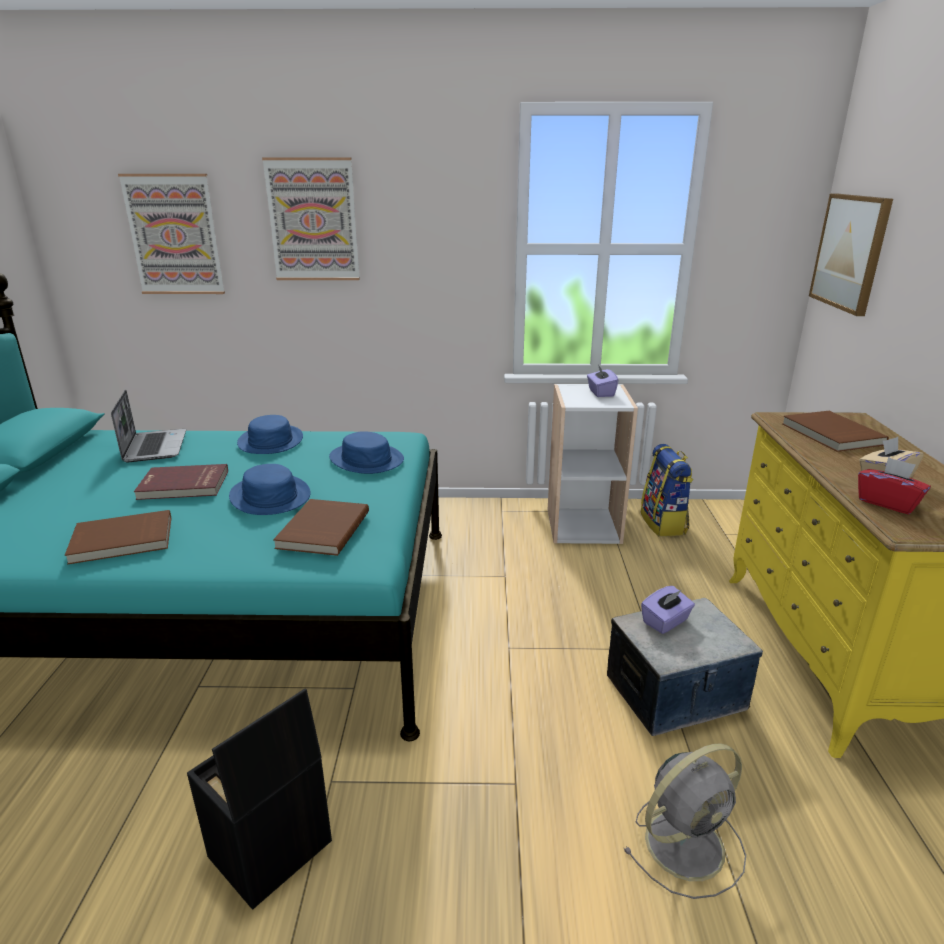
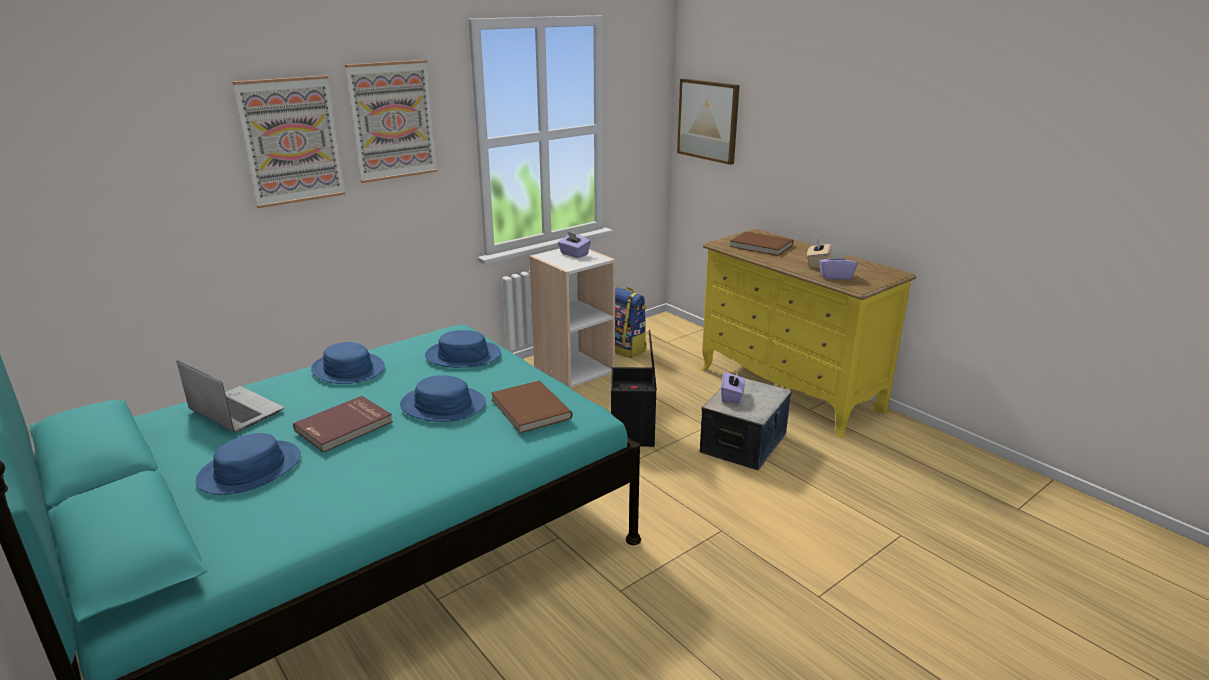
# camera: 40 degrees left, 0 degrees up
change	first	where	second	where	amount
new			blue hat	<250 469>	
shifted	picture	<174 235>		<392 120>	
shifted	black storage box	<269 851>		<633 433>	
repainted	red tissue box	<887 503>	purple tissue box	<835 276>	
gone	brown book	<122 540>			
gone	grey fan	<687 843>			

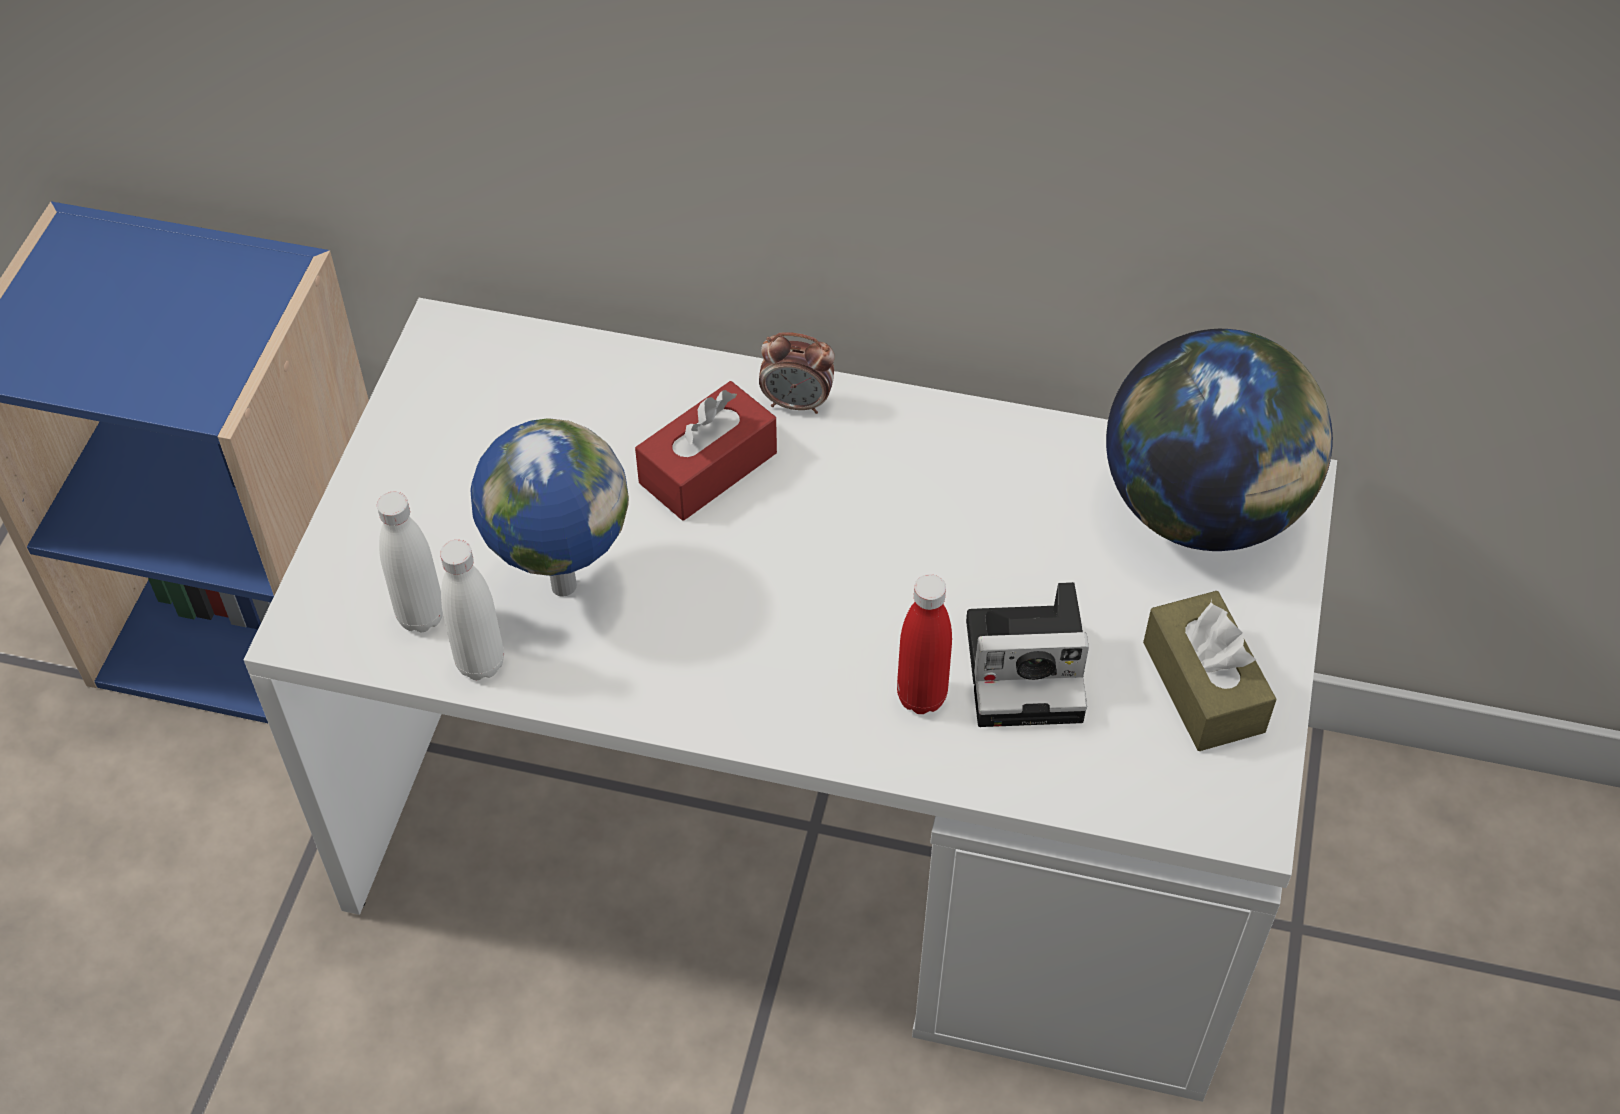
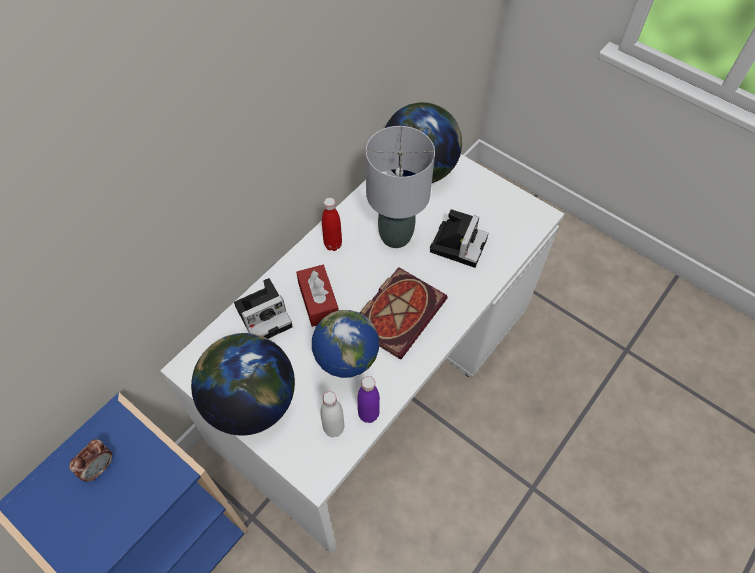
# camera: 65 degrees left, 5 degrees up
change	first	where	second	where	amount
shifted	alarm clock	<797 403>		<99 467>	
new			globe	<251 402>	
new			photo camera	<265 314>	
shifted	red bottle	<921 696>		<333 244>	
repainted	white bottle	<480 663>	purple bottle	<368 414>	
new			book	<399 311>	
new			grey table lamp	<396 237>	
gone	brown tissue box	<1203 687>			

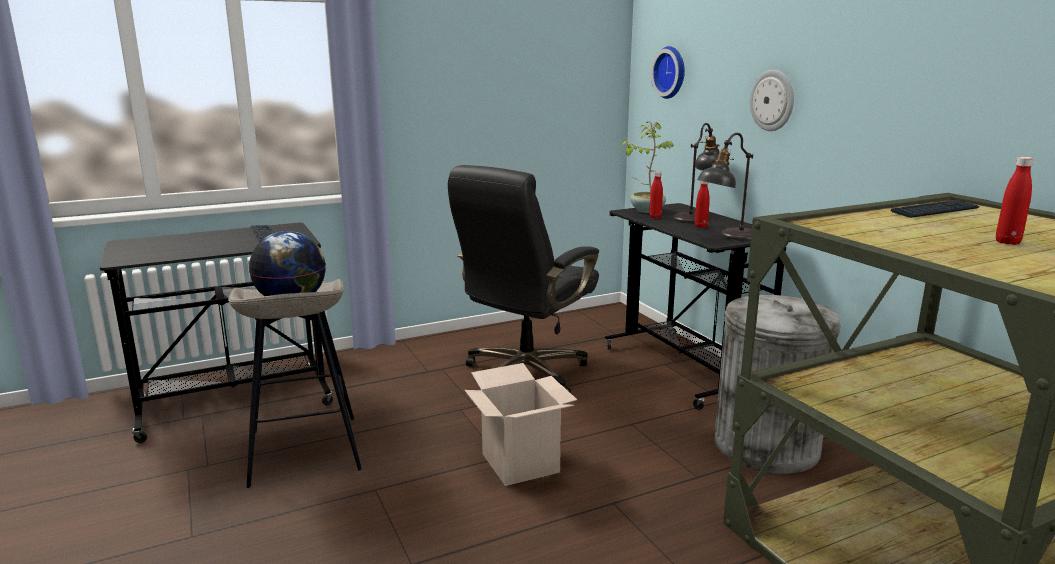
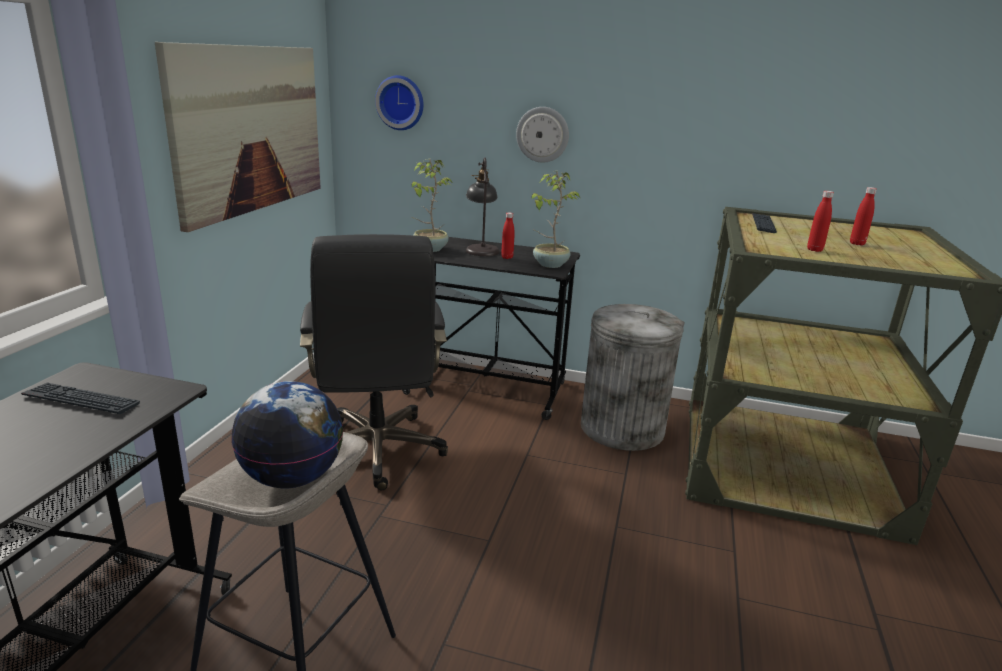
# camera: 50 degrees left, 5 degrees up
change	first	where	second	where	amount
new			picture	<250 129>	
swapped	grey table lamp	<728 238>	potted plant	<549 264>	
shifted	red bottle	<655 217>		<814 250>	
gone	cardboard box	<520 463>			

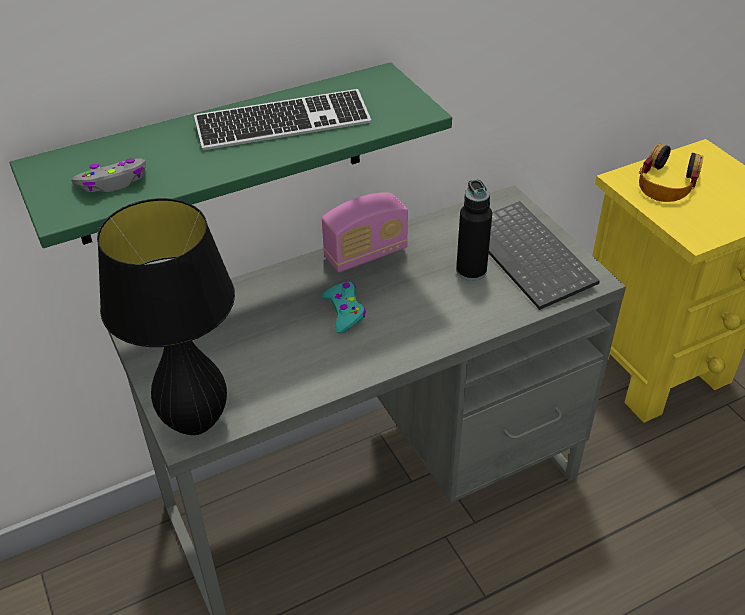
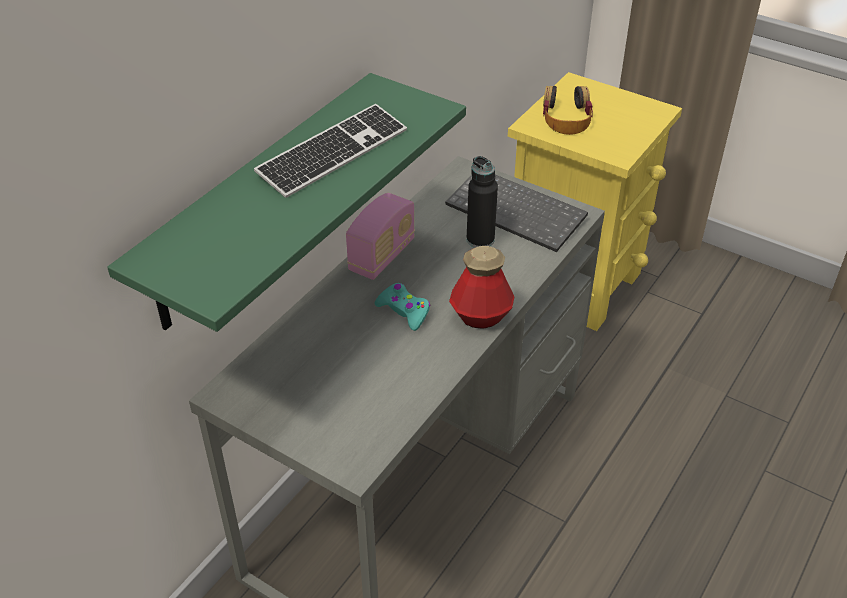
# camera: 30 degrees left, 0 degrees up
change	first	where	second	where	amount
new			bottle	<480 316>	
gone	grey game controller	<113 182>			
gone	black table lamp	<196 422>			

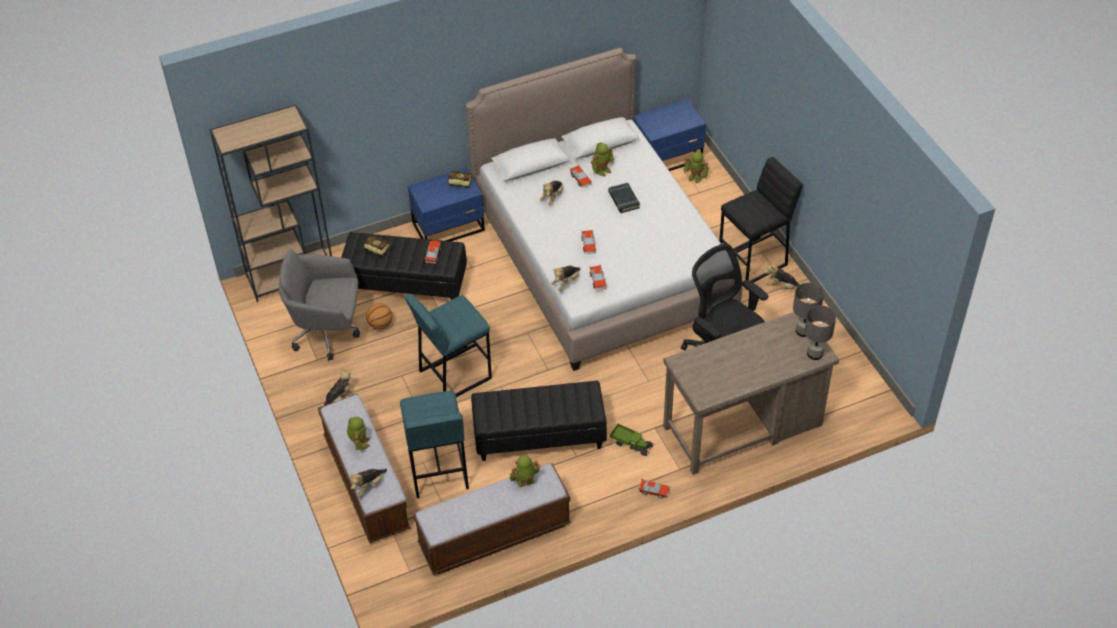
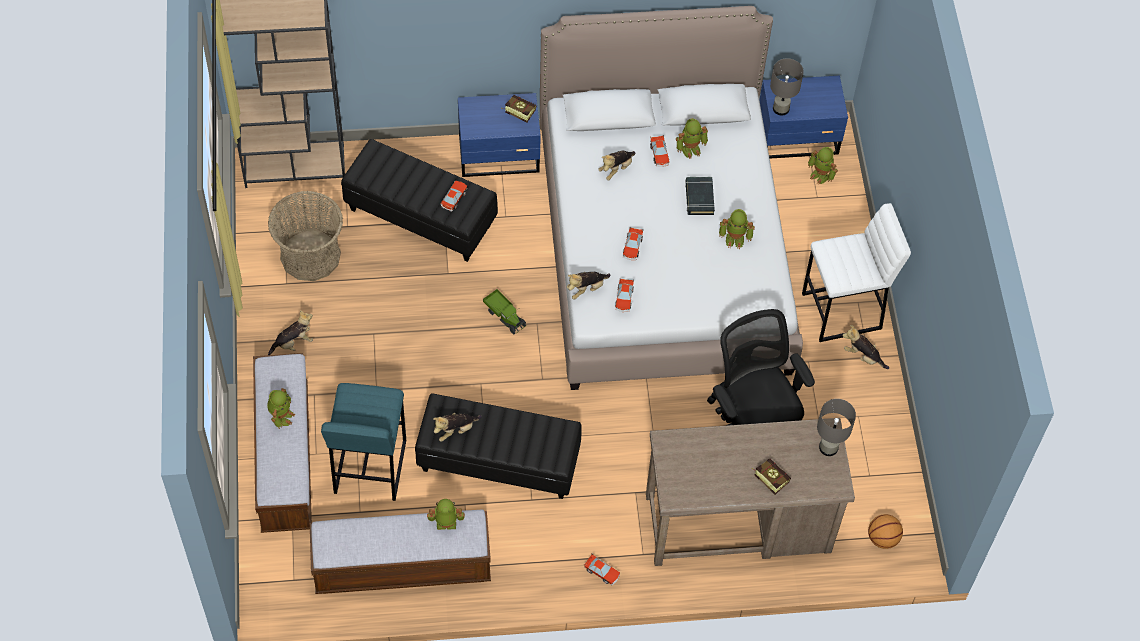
# camera: 15 degrees right, 10 degrees up
change	first	where	second	where	amount
swapped	grey office chair	<328 335>	basket	<310 255>	
shifted	plush toy	<368 486>		<455 430>	
shifted	toy truck	<631 444>		<505 315>	
new			toy robot	<735 238>	
shifted	book	<375 249>		<768 477>	
shifted	grey table lamp	<815 354>		<781 109>	
repainted	black stool	<754 260>	white stool	<843 310>	
shifted	basketball	<380 324>		<882 538>	
gone	turquoise stool	<453 375>			

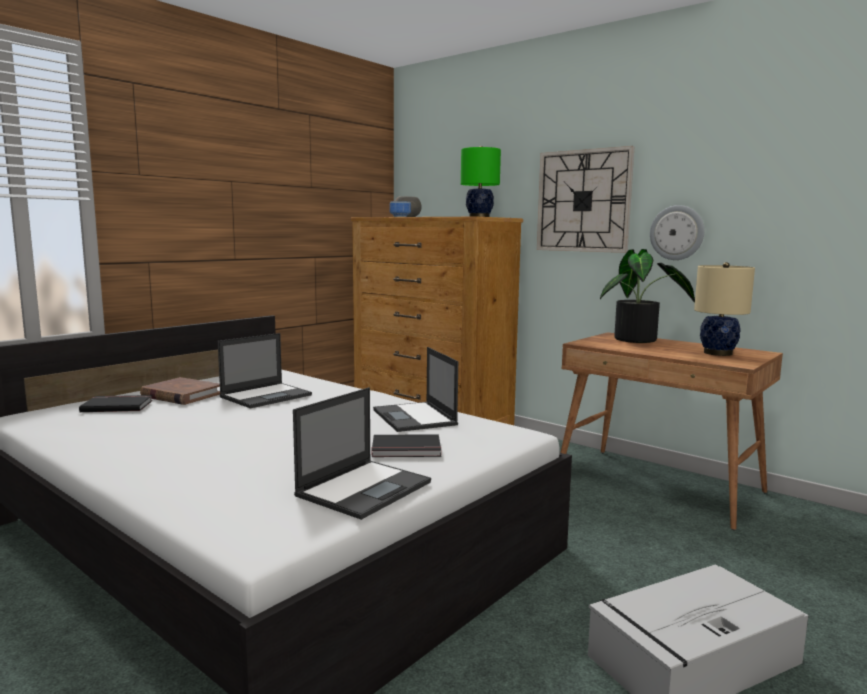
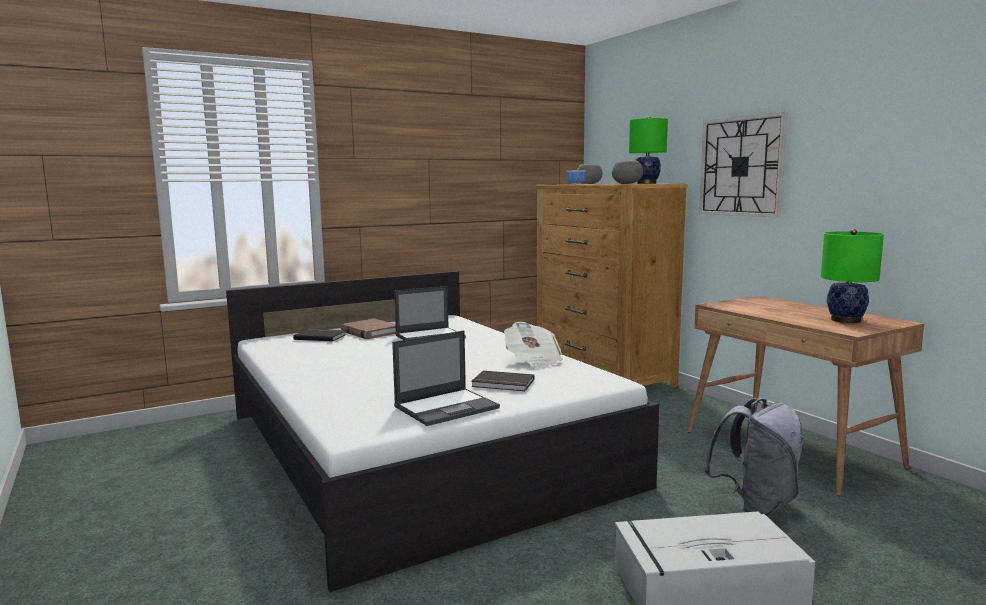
# camera: 20 degrees right, 0 degrees up
change	first	where	second	where	amount
swapped	laptop	<415 417>	newspaper	<533 361>	
new			grey bowl	<626 183>	
new			grey backpack	<755 505>	
repainted	beige table lamp	<717 353>	green table lamp	<845 320>	
gone	potted plant	<640 340>			
gone	wall clock	<677 232>			

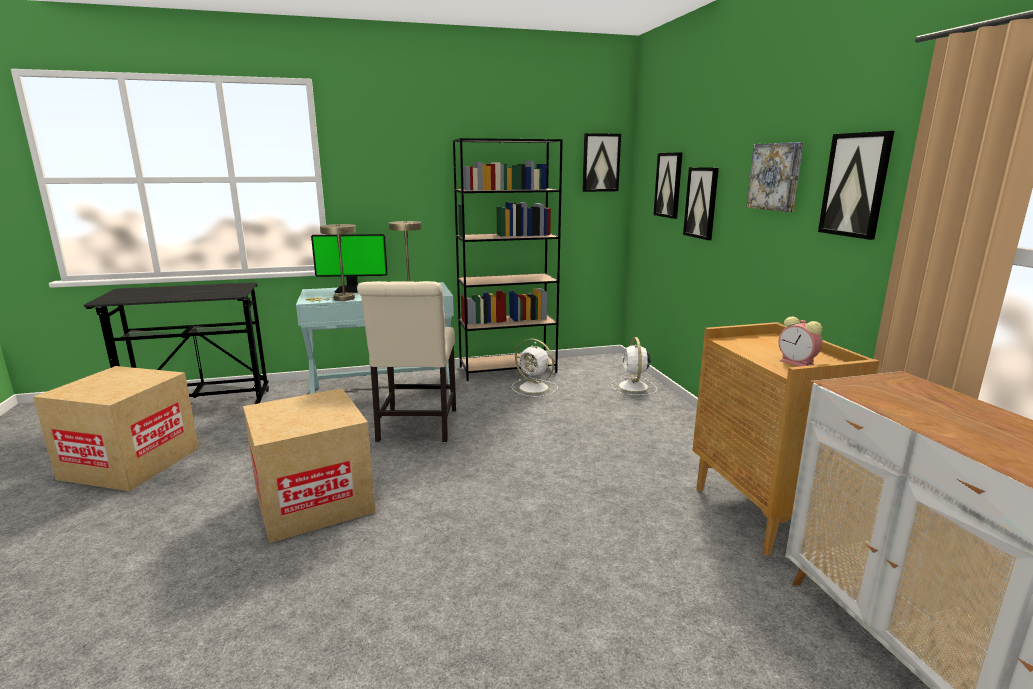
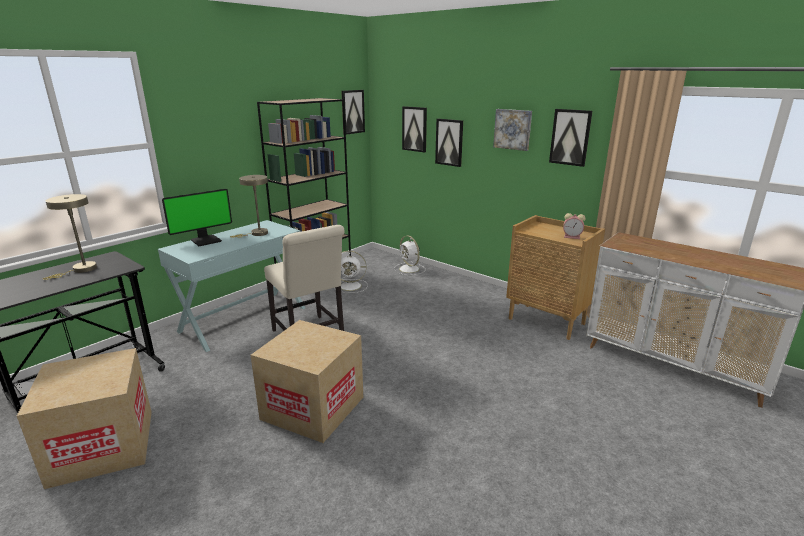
# camera: 35 degrees left, 5 degrees up
change	first	where	second	where	amount
shifted	beige table lamp	<340 299>		<81 270>	

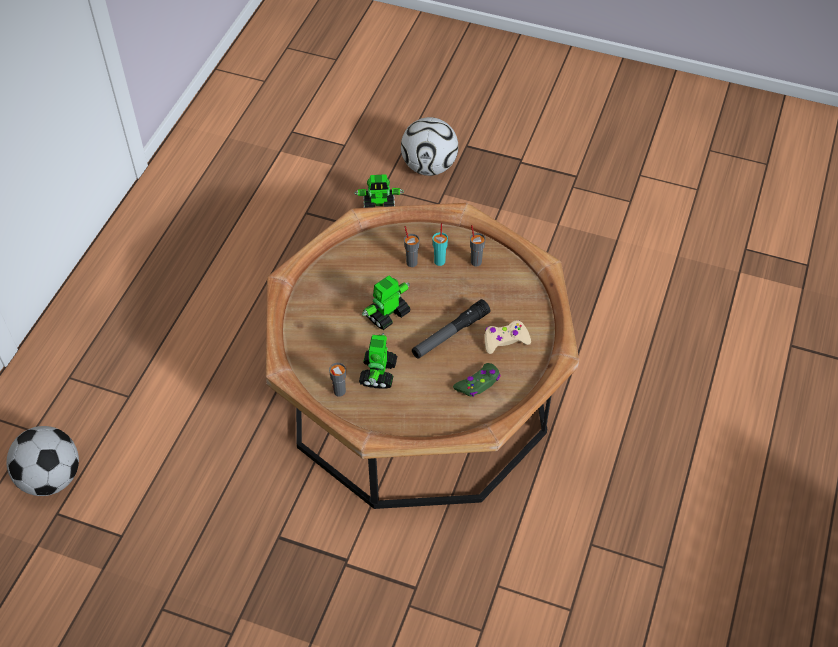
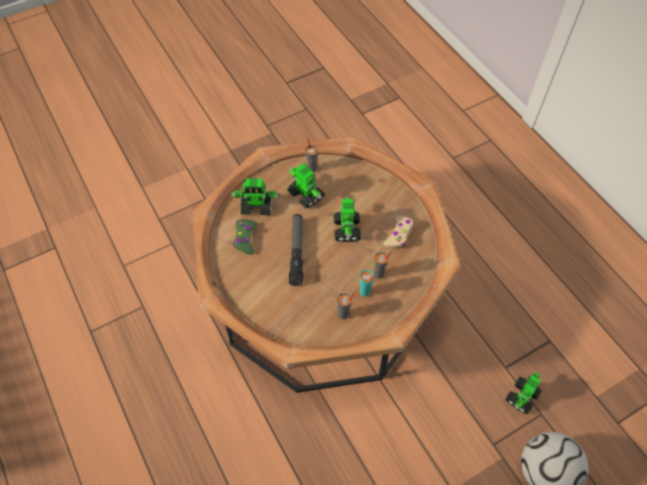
# camera: 130 degrees right, 5 degrees up
change	first	where	second	where	amount
new			toy robot	<257 206>	
shifted	beige game controller	<505 340>		<399 235>	
gone	football	<51 479>			

